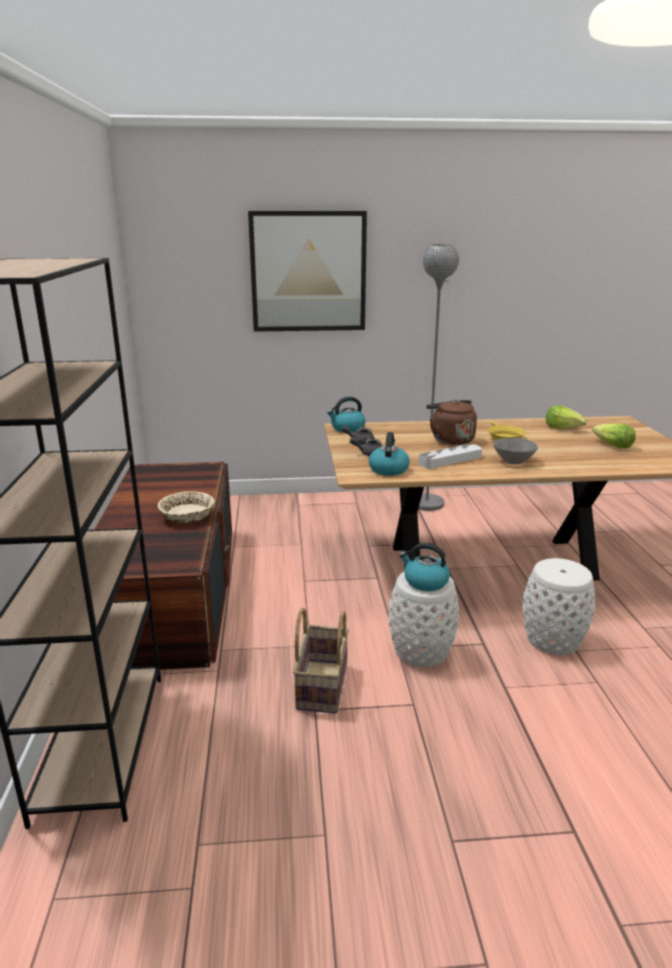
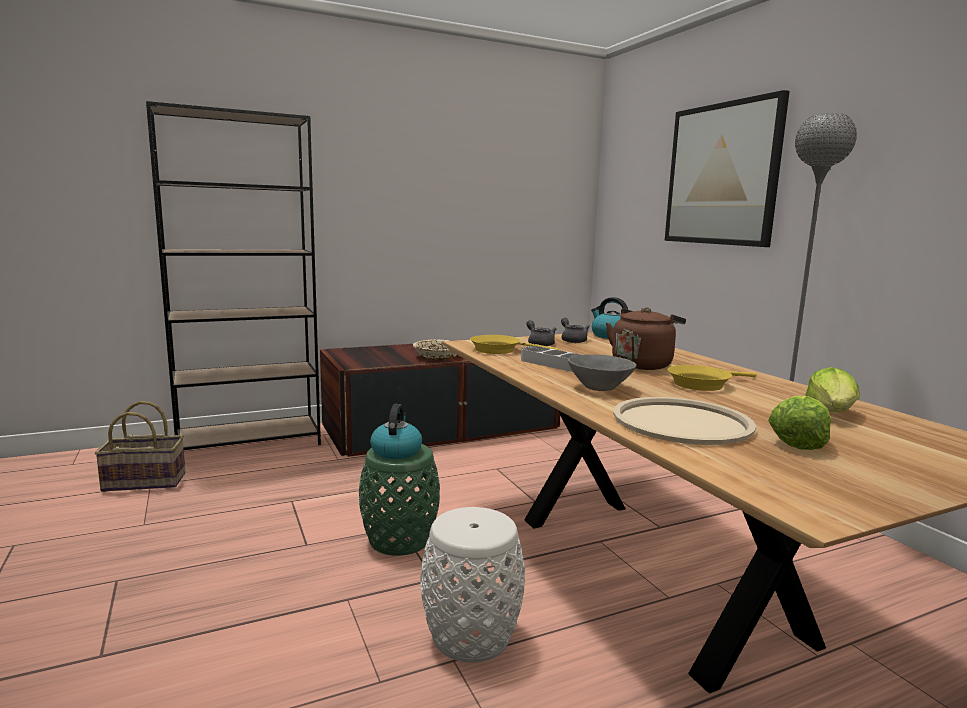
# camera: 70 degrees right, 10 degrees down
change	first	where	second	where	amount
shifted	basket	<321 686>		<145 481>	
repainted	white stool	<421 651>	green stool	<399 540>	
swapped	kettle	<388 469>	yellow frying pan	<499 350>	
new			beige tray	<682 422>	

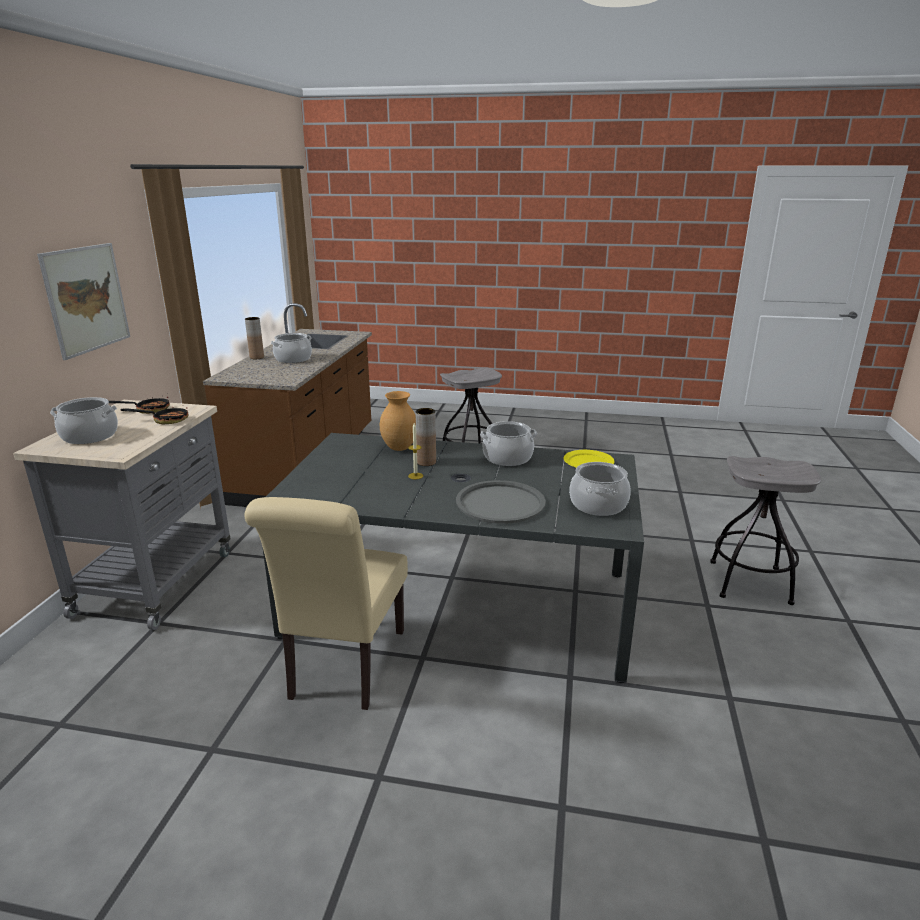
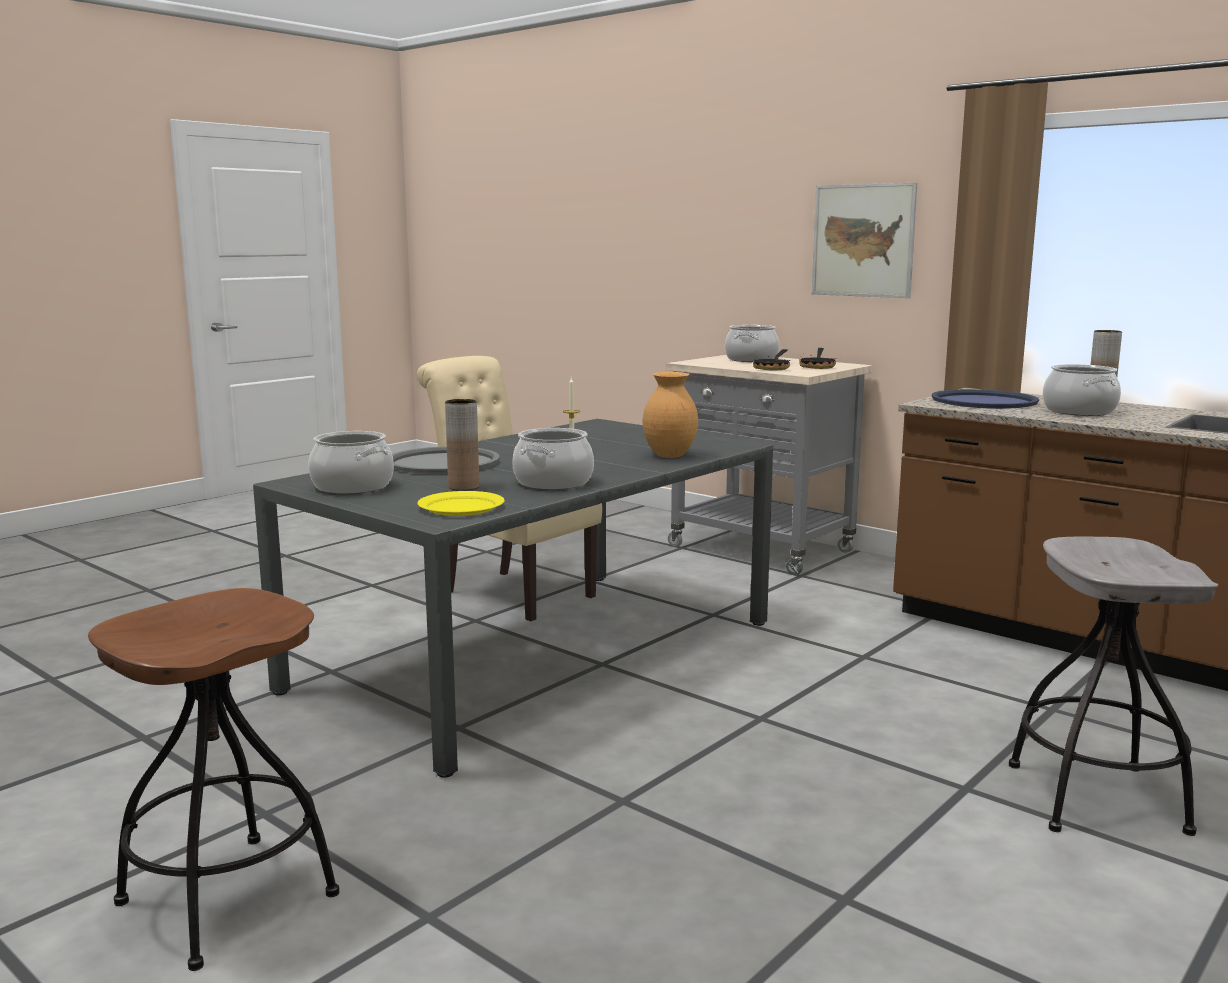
# camera: 120 degrees right, 10 degrees down
change	first	where	second	where	amount
repainted	grey stool	<749 581>	brown stool	<229 897>	
shifted	brown vase	<426 462>		<463 487>	
new			blue tray	<983 401>	

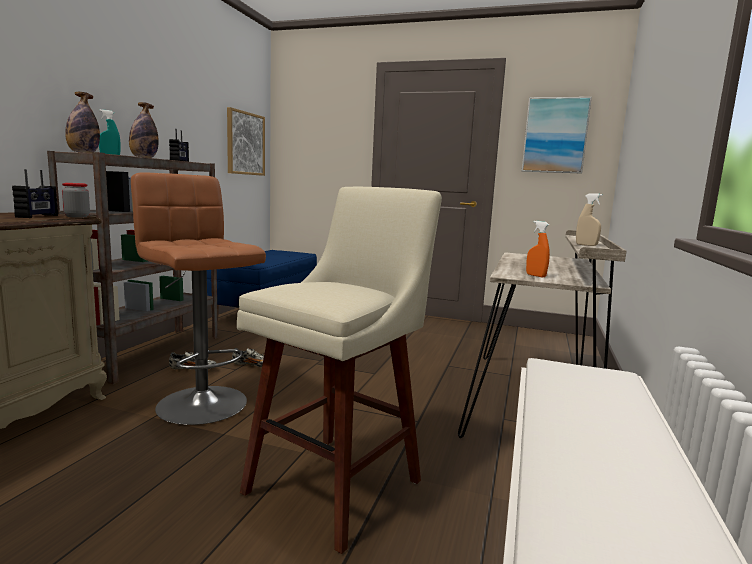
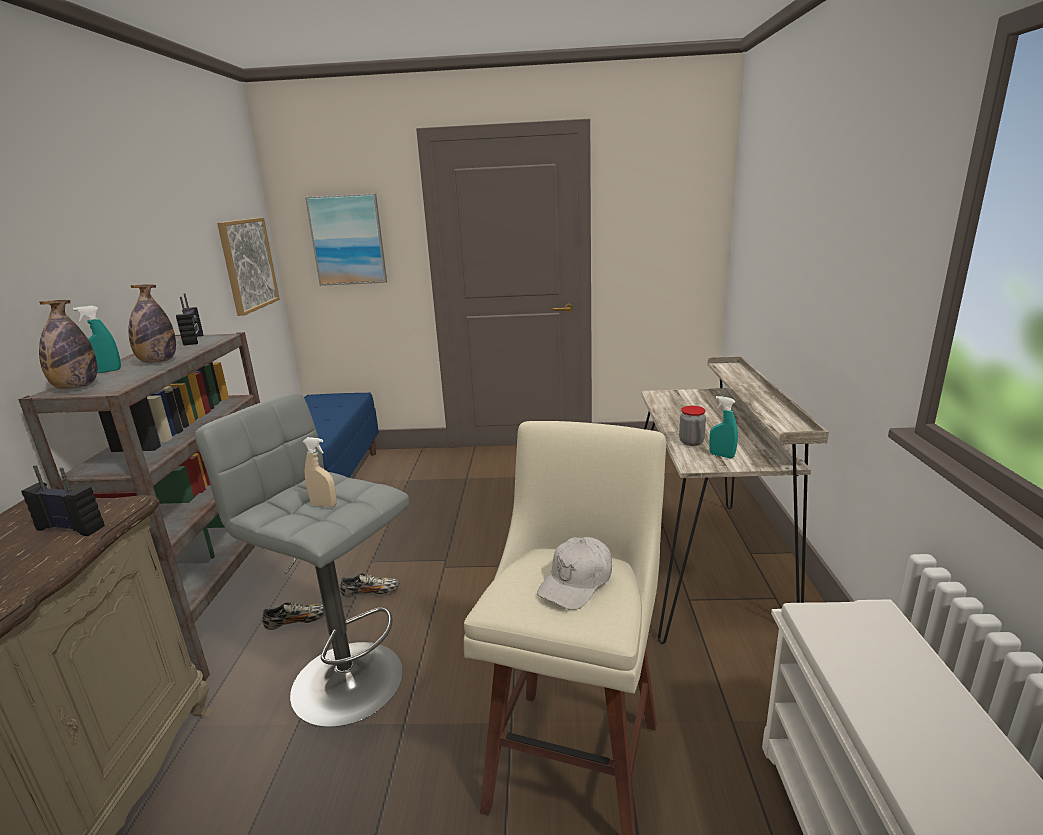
# camera: 15 degrees left, 10 degrees up
change	first	where	second	where	amount
rotated	radio	<38 216>		<71 527>	60 degrees counterclockwise
repainted	brown stool	<202 404>	grey stool	<347 681>	
shifted	beige spray bottle	<586 245>		<324 505>	
shifted	picture	<555 135>		<348 240>	
new			white cap	<577 582>	
shifted	jar	<77 216>		<691 442>	
repainted	orange spray bottle	<535 276>	turquoise spray bottle	<721 455>	

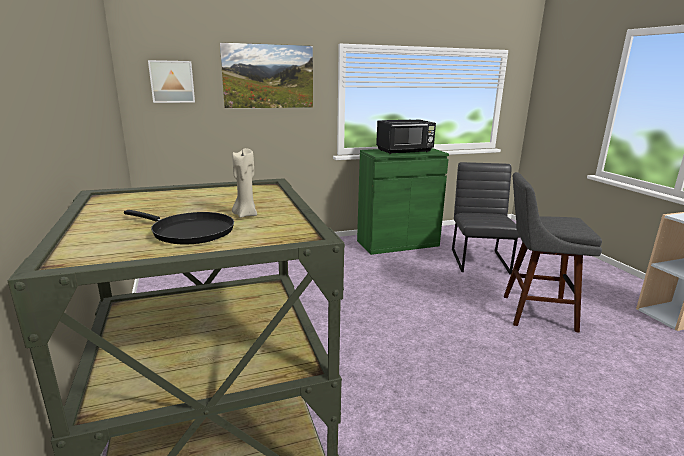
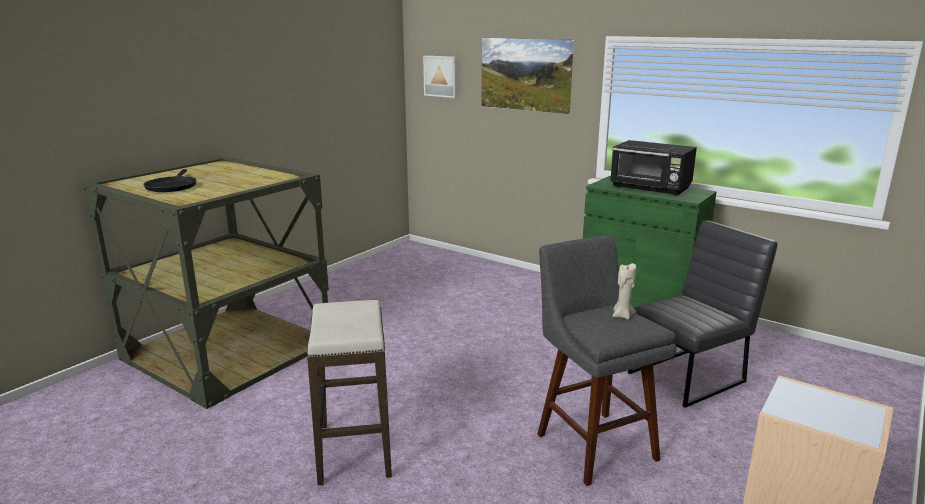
# camera: 55 degrees right, 0 degrees up
change	first	where	second	where	amount
new			stool	<354 450>	
shifted	beige candle	<245 215>		<622 316>	

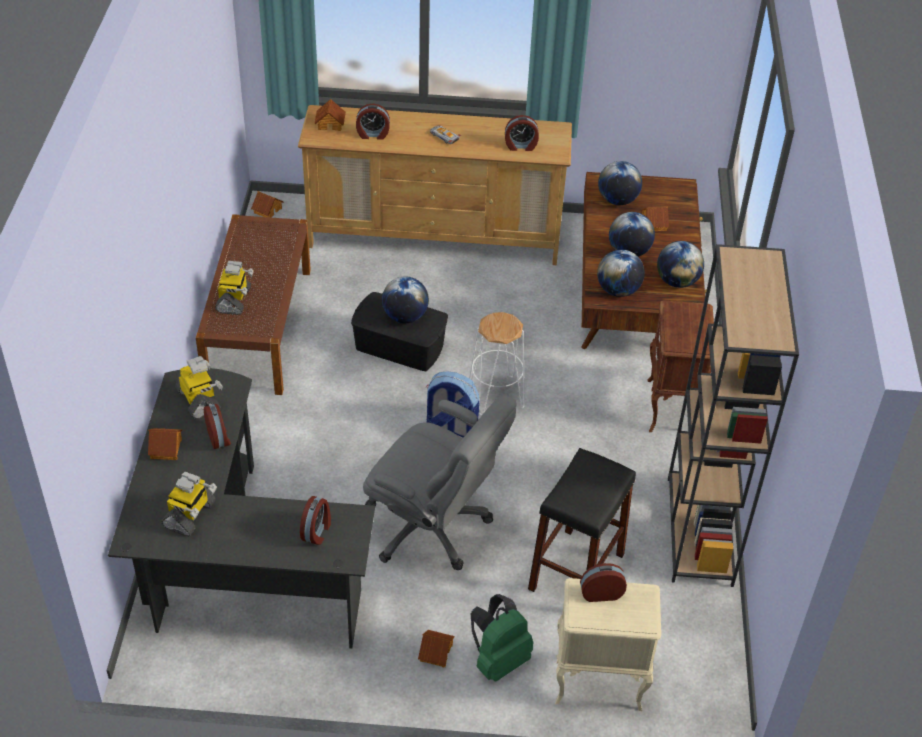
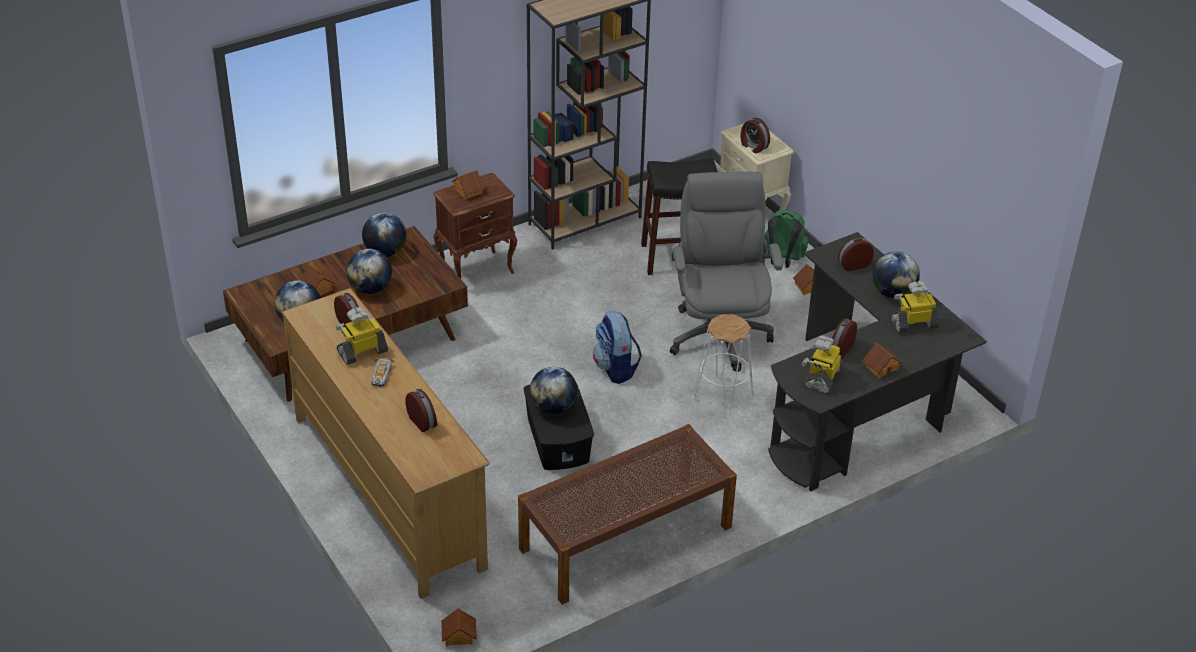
# camera: 125 degrees left, 5 degrees down
change	first	where	second	where	amount
shifted	toy robot	<234 300>		<362 351>	
shifted	toy house	<330 123>		<467 191>	
shifted	white stool	<495 395>		<722 397>	
shifted	globe	<618 290>		<892 293>	

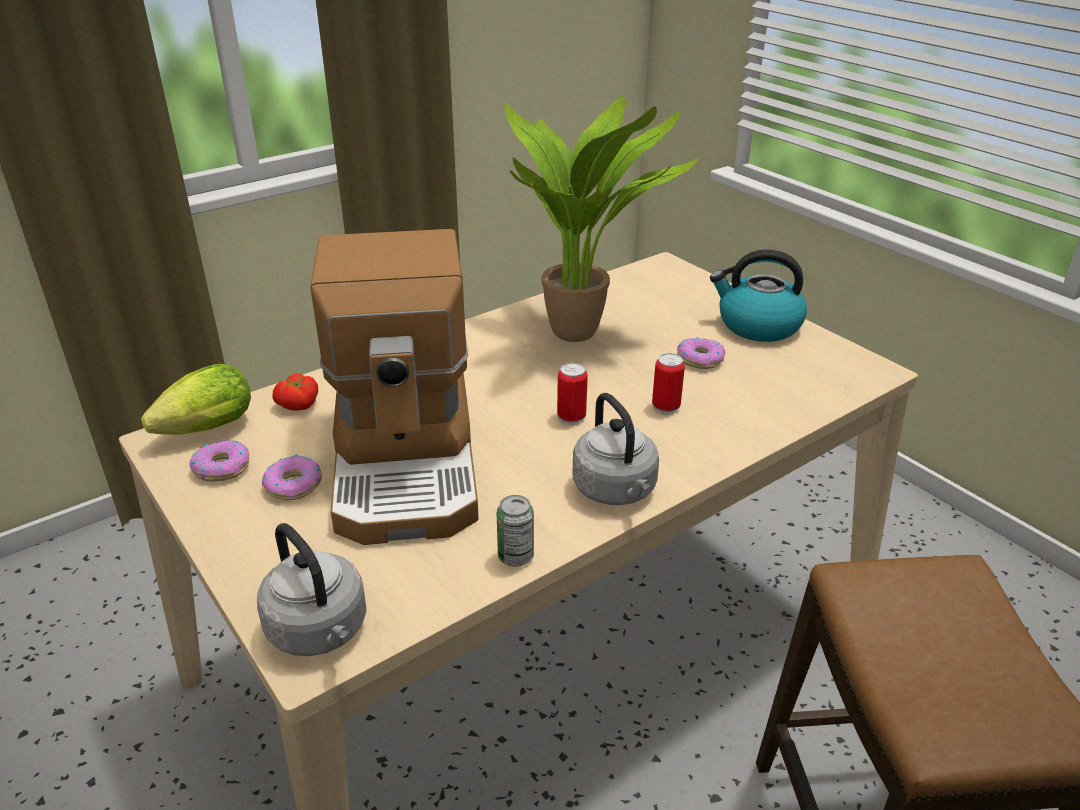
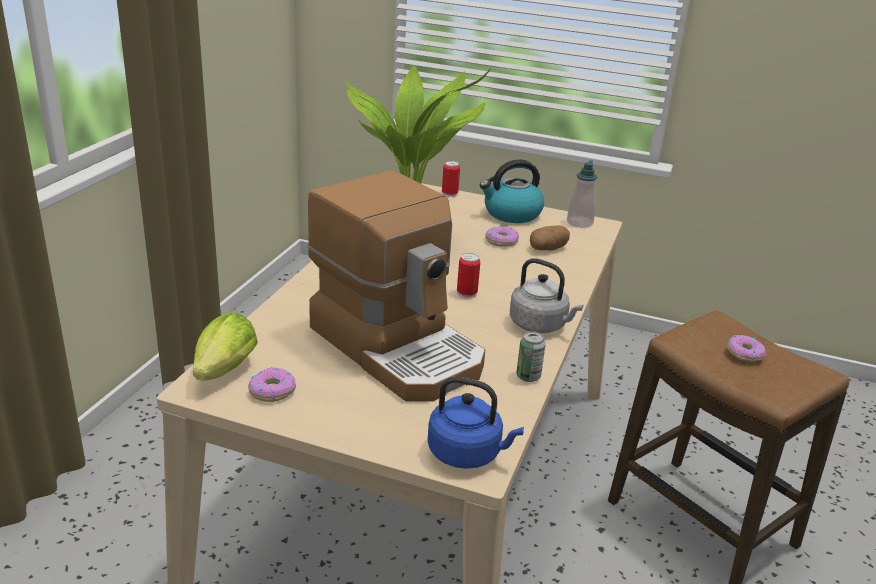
# camera: 35 degrees left, 5 degrees down
change	first	where	second	where	amount
repainted	grey kettle	<320 631>	blue kettle	<468 453>	
shifted	can	<666 407>		<449 194>	
new			potato	<548 249>	
new			soap dispenser	<579 223>	
shifted	donut	<294 485>		<744 353>	
gone	tomato	<299 405>			

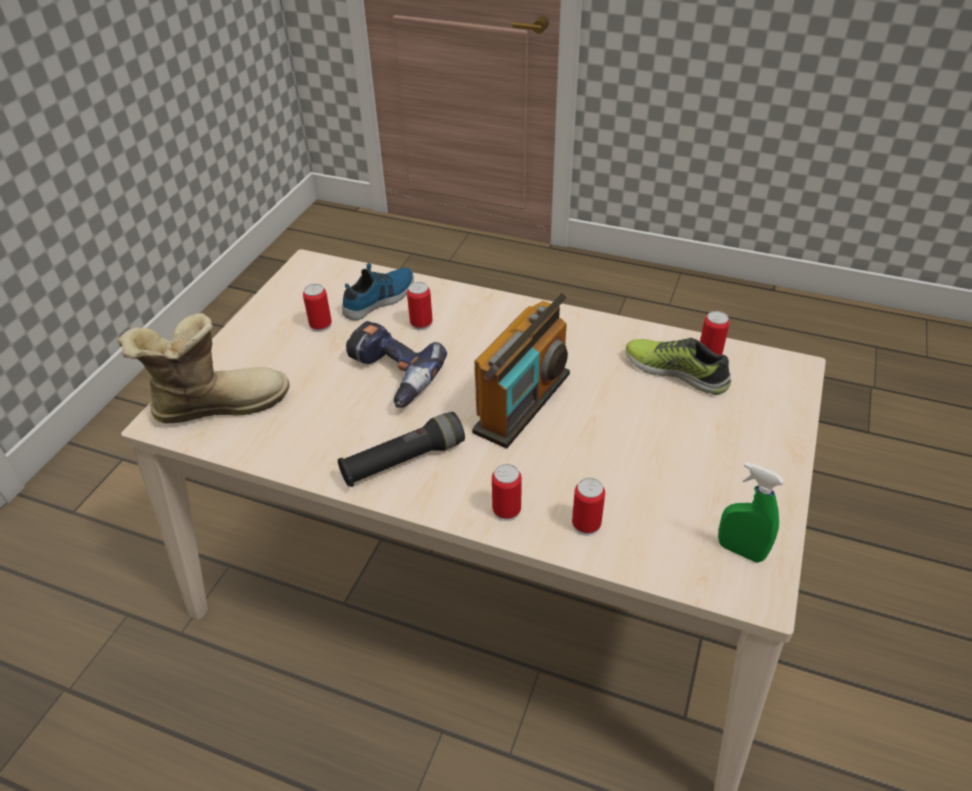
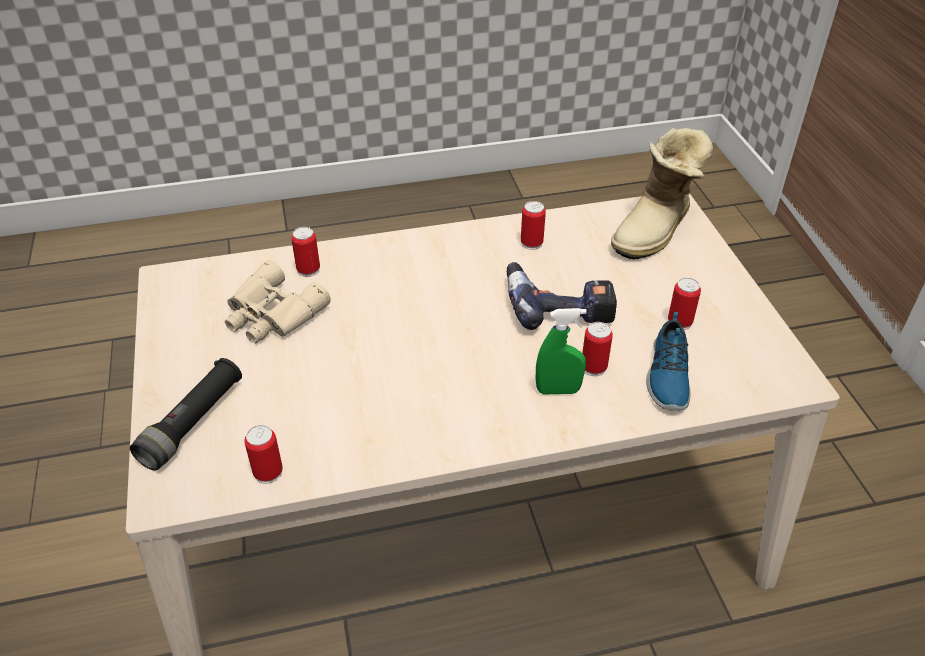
# camera: 145 degrees right, 0 degrees up
change	first	where	second	where	amount
shifted	black flashlight	<403 461>		<193 423>	
new			beige binoculars	<271 315>	
shifted	can	<506 510>		<531 243>	
shifted	green spray bottle	<740 550>		<558 390>	
gone	radio	<523 403>			
gone	shoe	<676 371>			

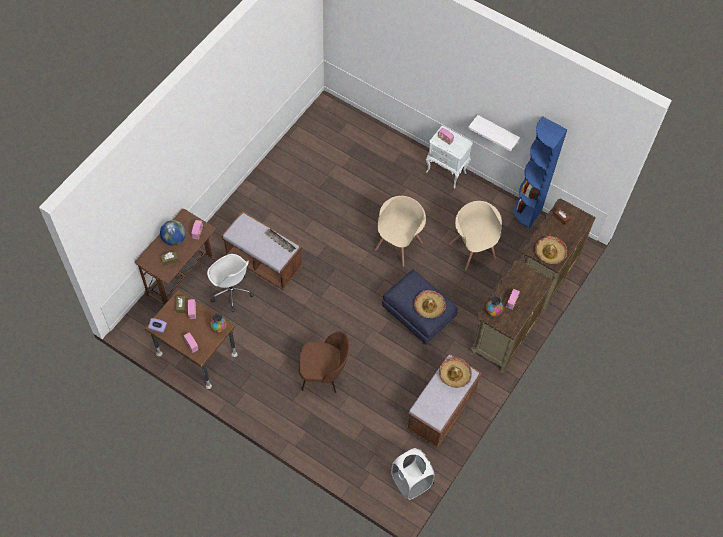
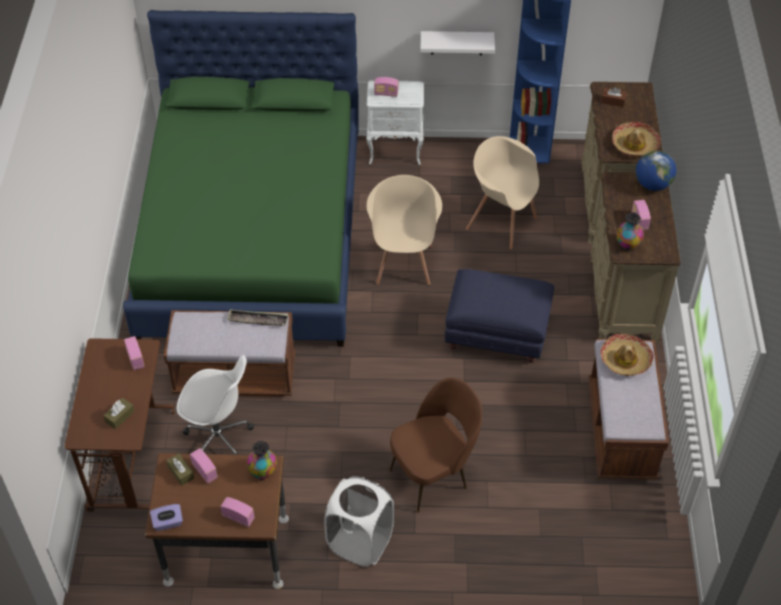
# camera: 30 degrees left, 10 degrees down
change	first	where	second	where	amount
new			green bed	<253 234>	
shifted	white laundry basket	<410 482>		<360 542>	
shifted	globe	<174 239>		<652 184>	
gone	hat	<429 306>			

